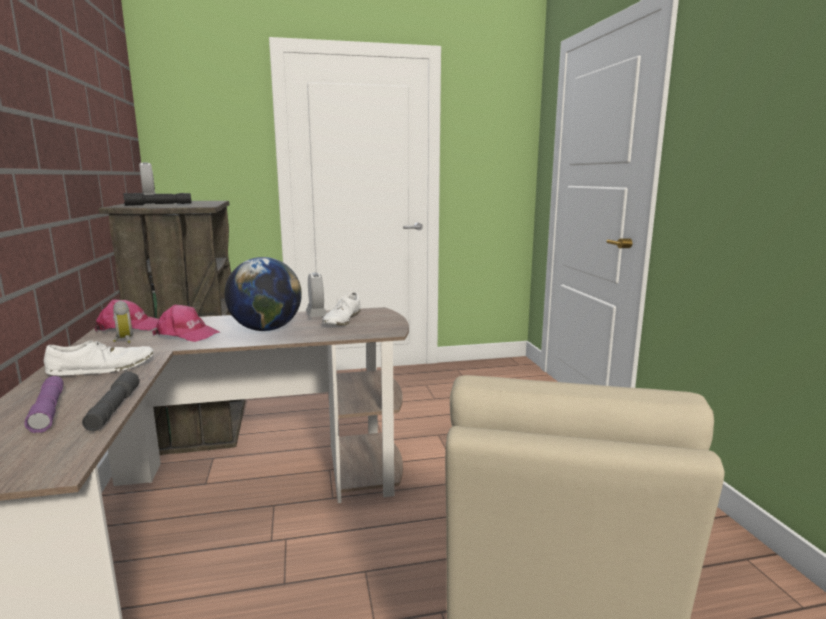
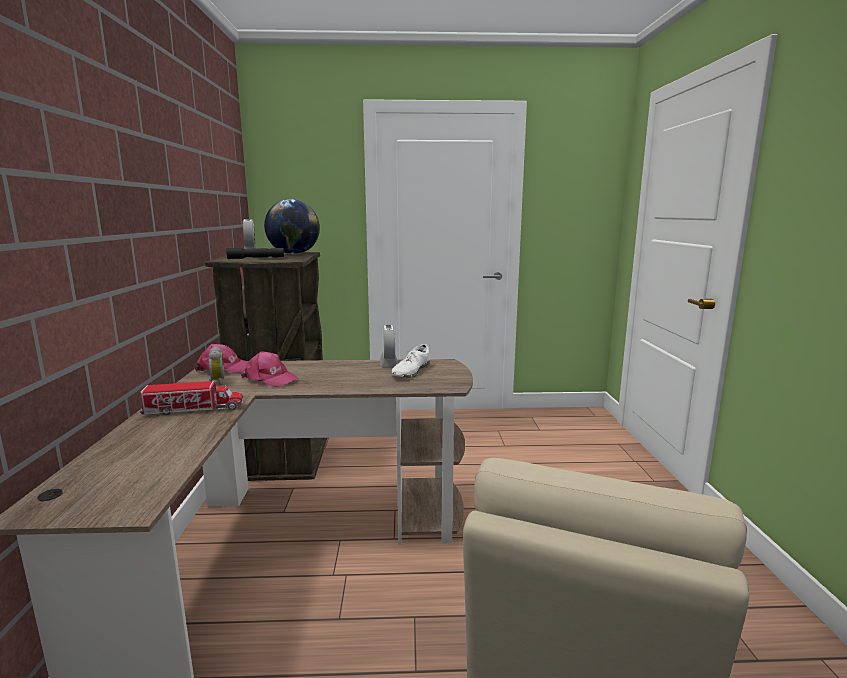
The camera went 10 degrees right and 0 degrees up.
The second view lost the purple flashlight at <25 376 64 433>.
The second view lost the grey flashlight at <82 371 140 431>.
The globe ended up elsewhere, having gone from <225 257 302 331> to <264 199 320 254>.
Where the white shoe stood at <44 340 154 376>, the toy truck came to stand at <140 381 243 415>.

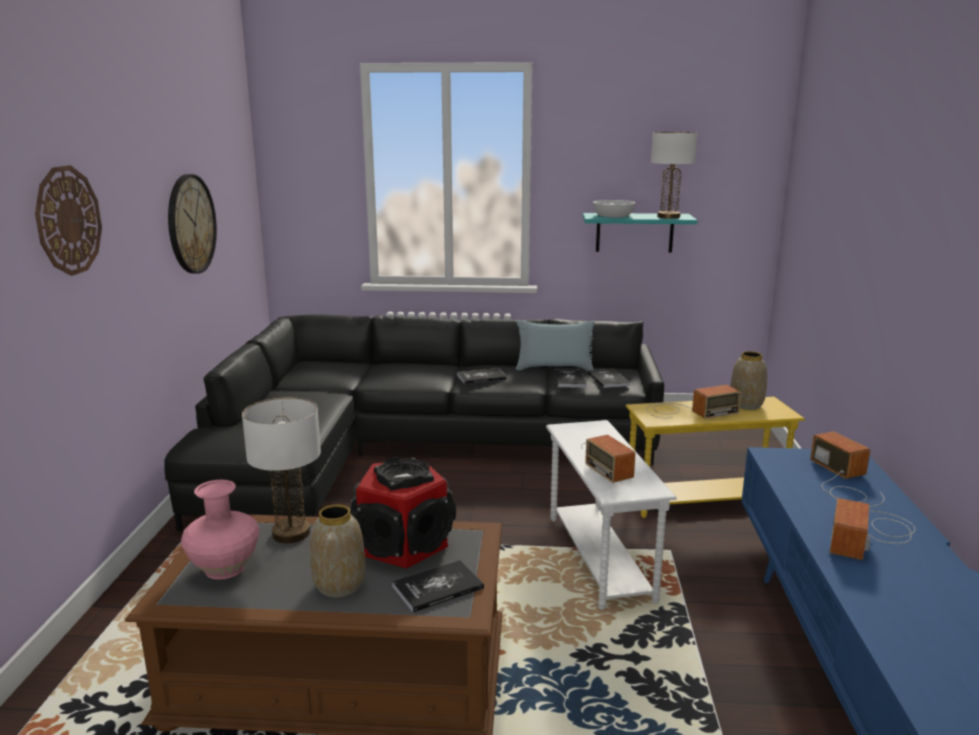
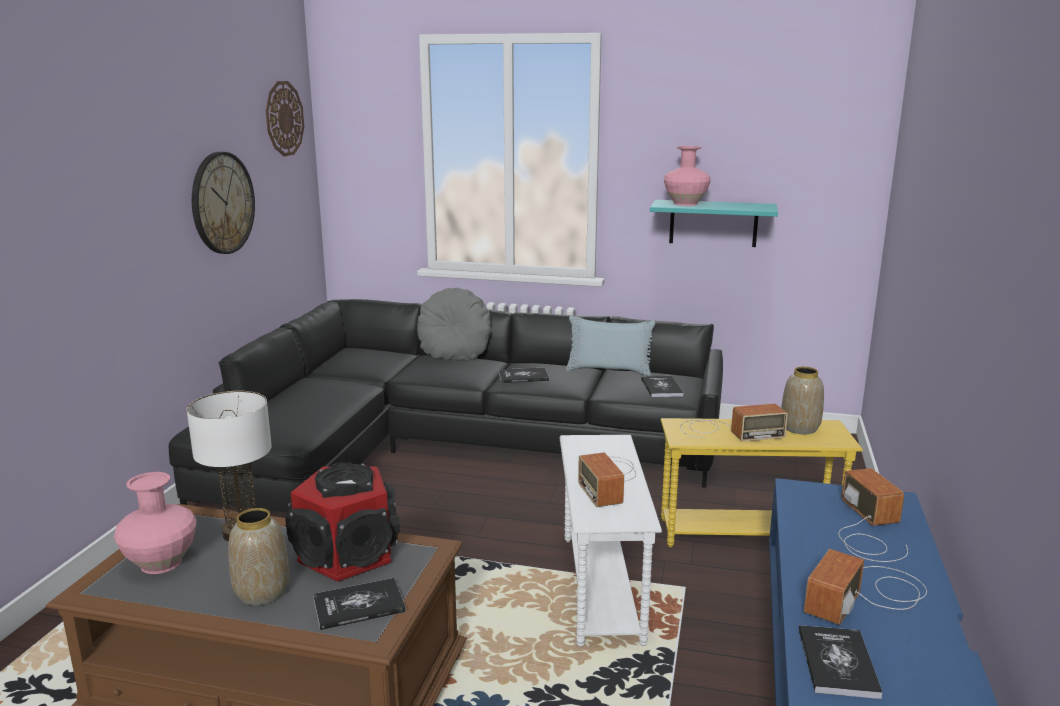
The camera went 10 degrees right and 0 degrees up.
The second view lost the table lamp at <651 132 697 219>.
The second view gained the grey pillow at <417 288 491 360>.
The wall clock ended up elsewhere, having gone from <35 165 102 276> to <266 81 304 156>.
The book ended up elsewhere, having gone from <553 370 587 388> to <799 625 883 699>.
Where the white bowl stood at <593 200 635 217>, the pink vase came to stand at <664 146 711 206>.

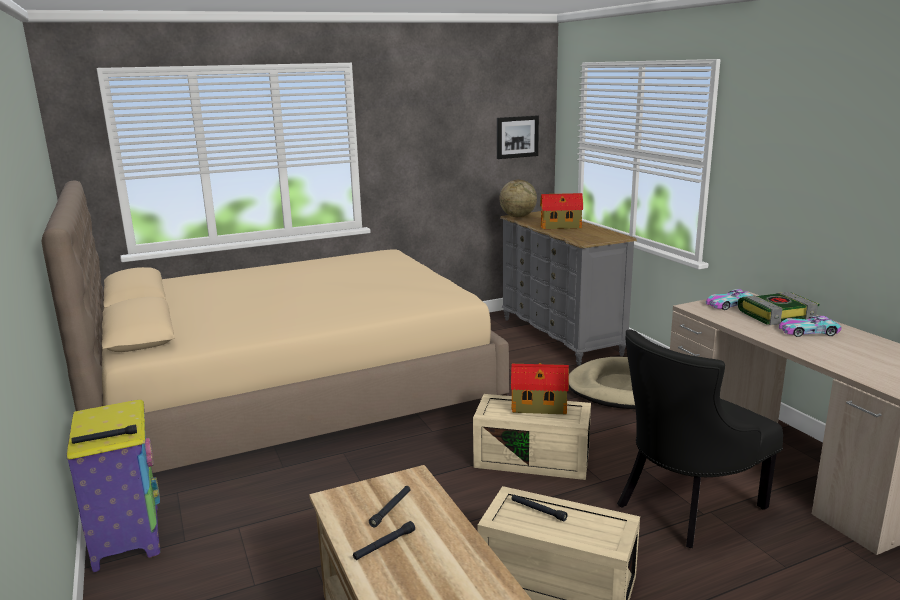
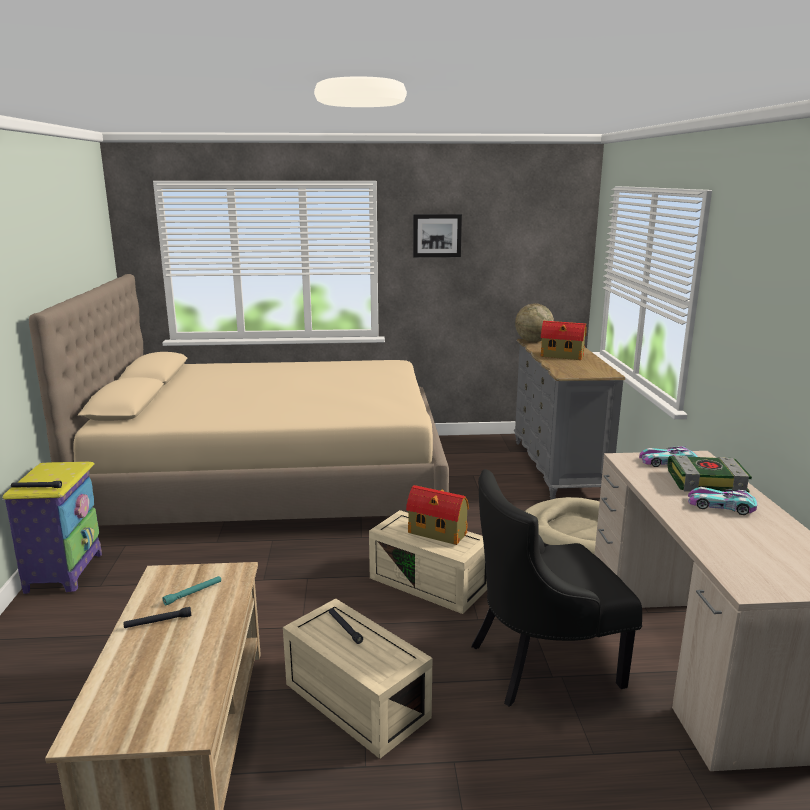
The camera went 20 degrees right and 0 degrees up.
The picture ended up elsewhere, having gone from <497 116 539 159> to <413 214 462 257>.
What was the black flashlight at <369 486 411 528> turned into the turquoise flashlight at <163 576 221 605>.

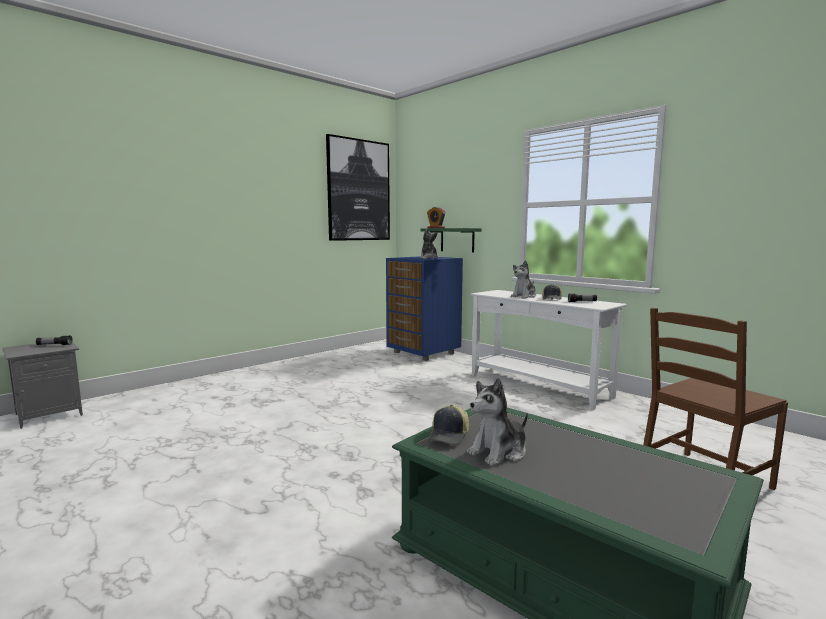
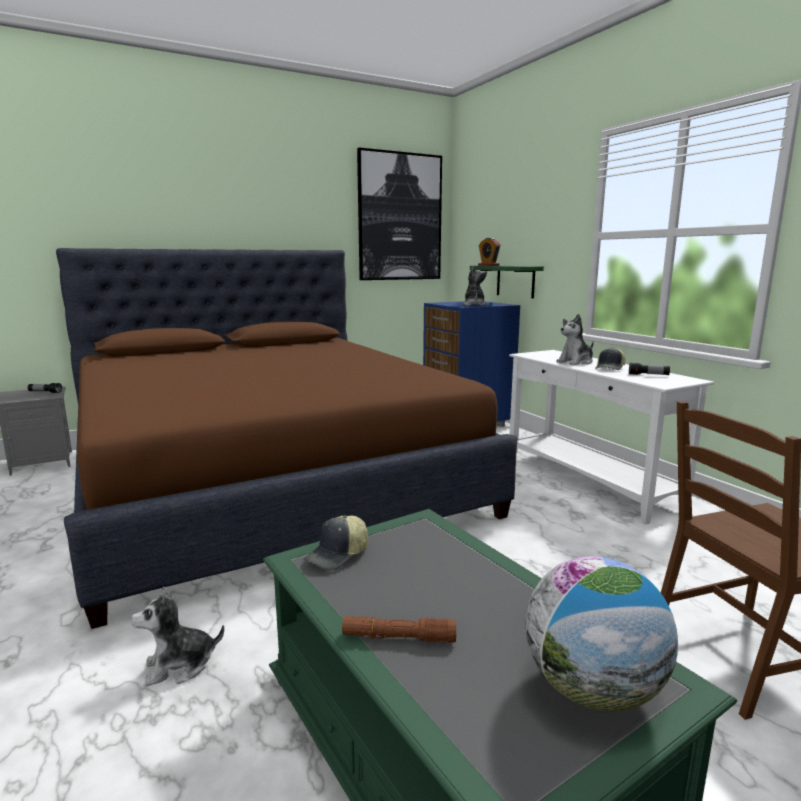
The camera went 15 degrees right and 5 degrees up.
The second view gained the brown bed at <56 248 518 629>.
The second view gained the brown flashlight at <342 616 456 643>.
The second view gained the globe at <526 556 678 712>.
The plush toy ended up elsewhere, having gone from <467 378 528 466> to <131 587 224 686>.

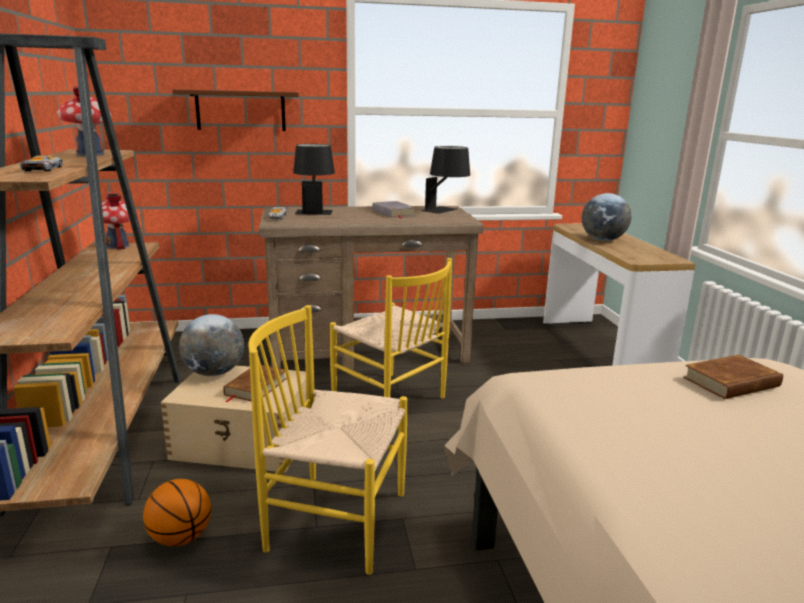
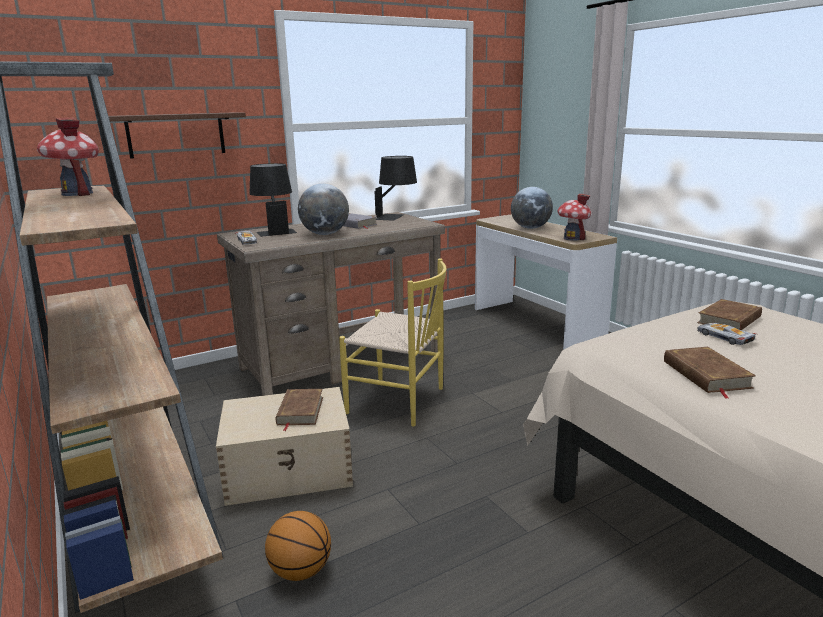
The camera went 20 degrees left and 0 degrees up.
The second view lost the yellow chair at <248 305 407 575>.
The second view gained the brown book at <664 347 756 399>.
The toy car ended up elsewhere, having gone from <16 155 63 171> to <697 323 756 345>.
The toy house ended up elsewhere, having gone from <91 192 130 250> to <558 193 591 241>.
The globe ended up elsewhere, having gone from <179 314 244 376> to <298 184 349 235>.

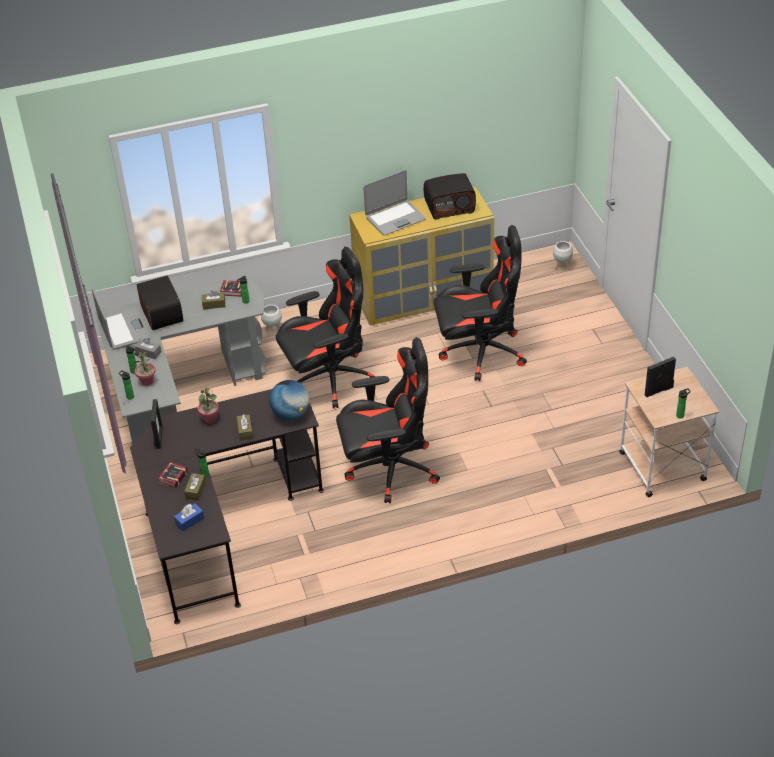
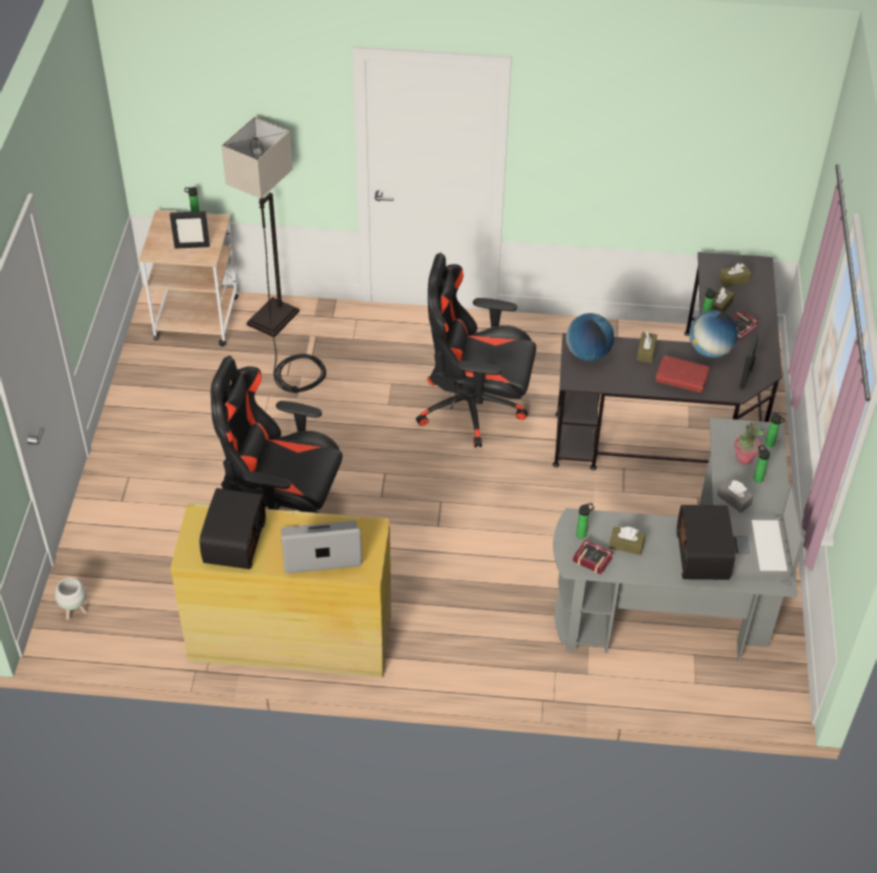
The camera went 160 degrees left and 5 degrees up.
The second view lost the white planter at <261 305 282 336>.
The second view lost the black office chair at <276 246 376 408>.
The second view gained the floor lamp at <222 117 326 395>.
The second view gained the globe at <689 310 738 358>.
Where the potted plant stood at <198 388 219 424>, the red book came to stand at <656 355 710 393>.
What was the blue tissue box at <174 504 204 531> turned into the brown tissue box at <718 263 751 288>.
The radio at <424 173 476 220> ended up facing another way, 90 degrees clockwise from before.

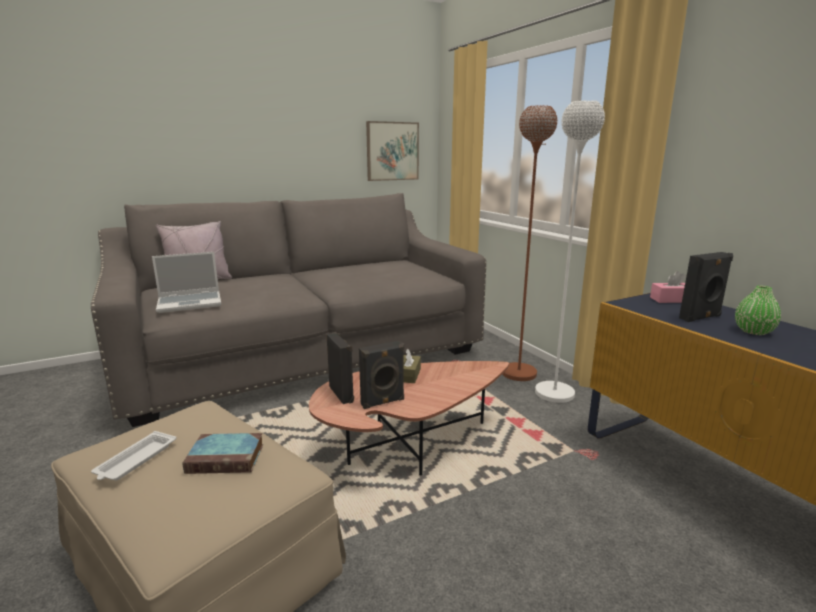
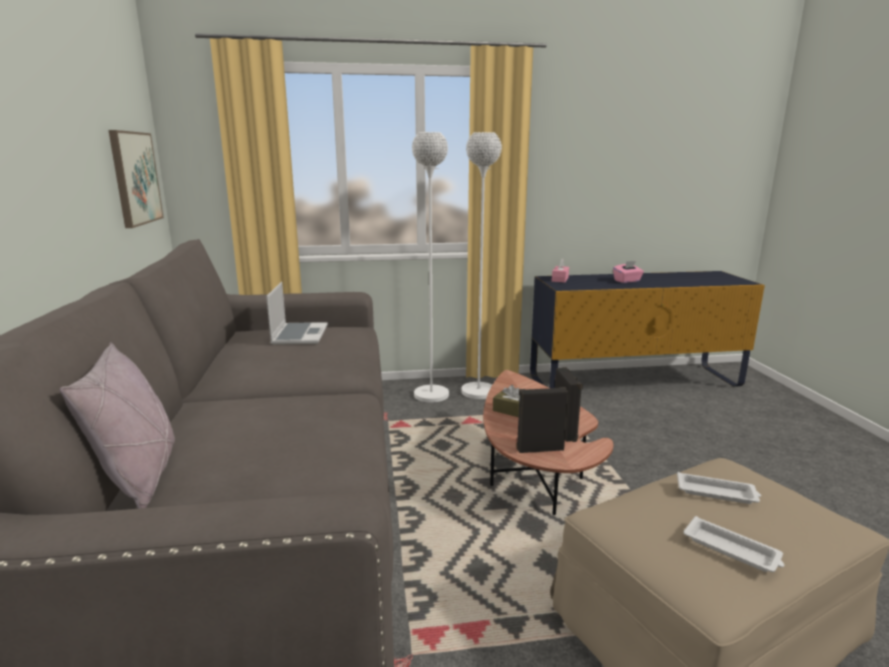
The camera went 70 degrees left and 0 degrees up.
The second view lost the black speaker at <679 252 733 322>.
The laptop ended up elsewhere, having gone from <152 252 221 313> to <266 282 328 345>.
Where the book stood at <182 433 264 474>, the white tray came to stand at <677 472 761 504>.
Where the green vase stood at <735 285 781 335>, the pink tissue box came to stand at <613 261 644 283>.
What was the brown floor lamp at <502 105 557 381> turned into the white floor lamp at <412 132 449 403>.

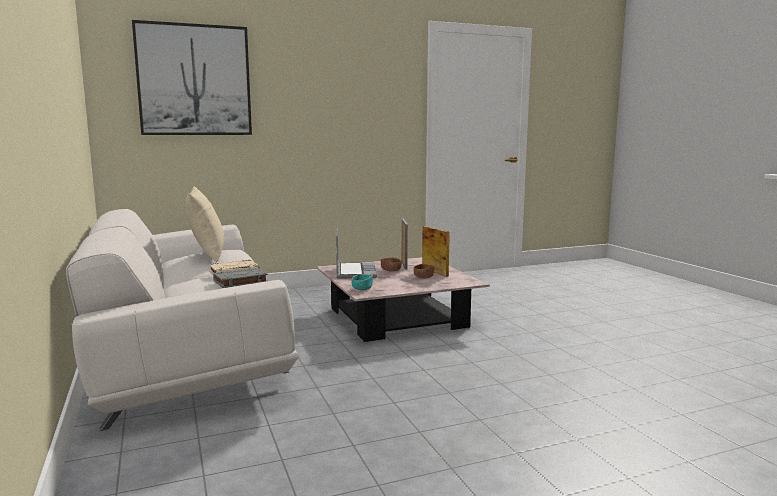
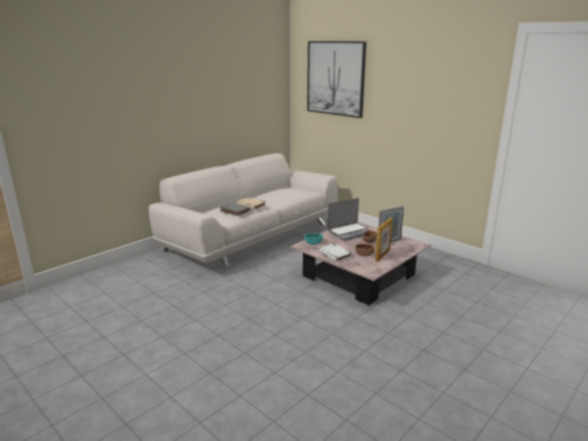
The camera went 65 degrees right and 10 degrees up.
The second view lost the beige pillow at <186 187 224 262>.
The second view gained the white book at <319 243 352 262>.

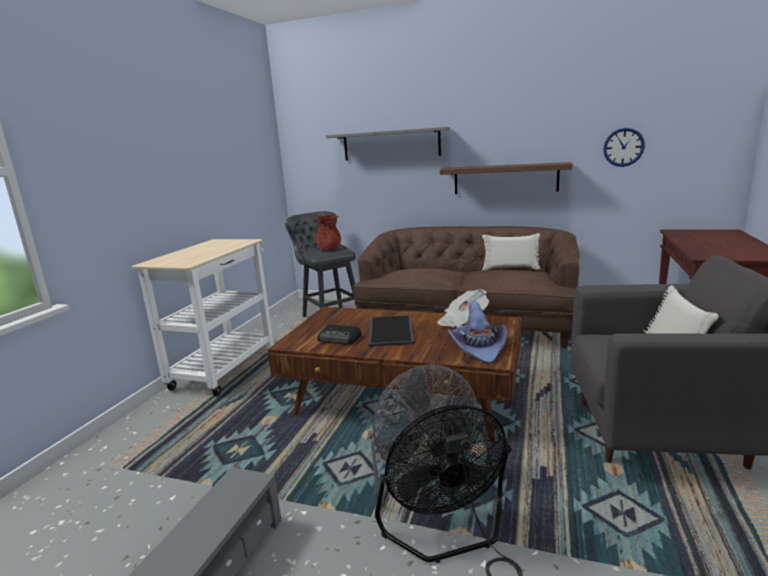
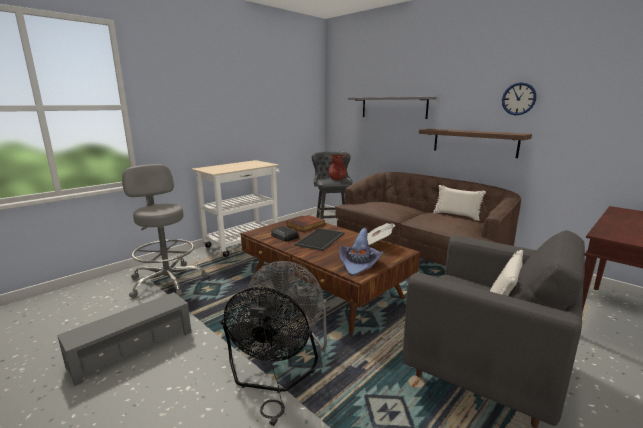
The camera went 25 degrees right and 0 degrees up.
The second view gained the grey stool at <122 164 209 299>.
The second view gained the book at <287 215 325 232>.
The wall clock ended up elsewhere, having gone from <603 128 645 167> to <502 82 536 115>.

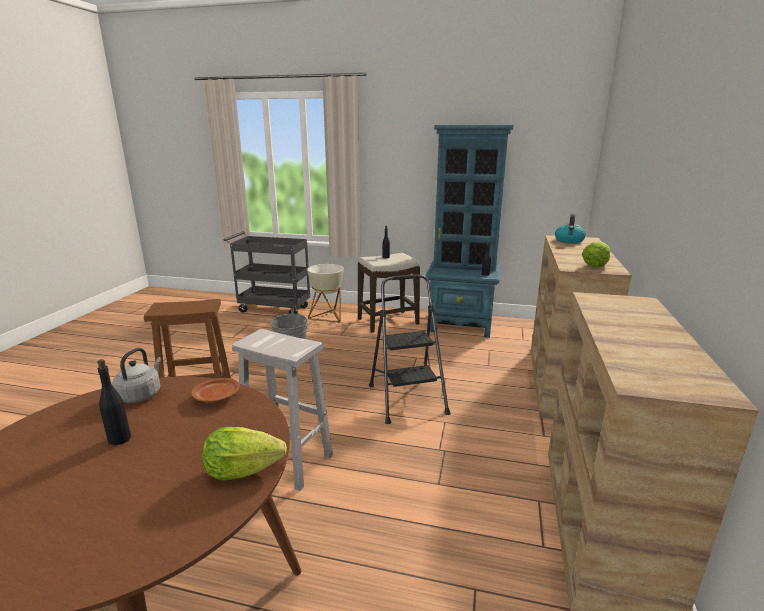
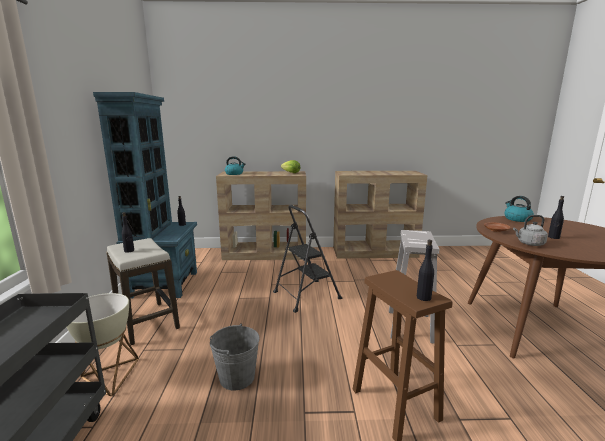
The camera went 105 degrees left and 5 degrees down.
The second view gained the black bottle at <417 240 434 301>.
Where the lettuce stood at <202 427 287 480>, the kettle came to stand at <505 196 534 222>.

